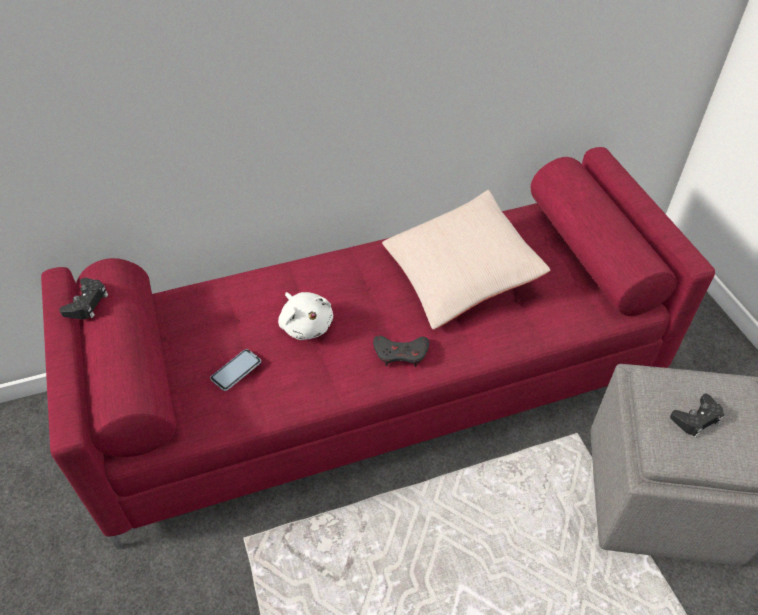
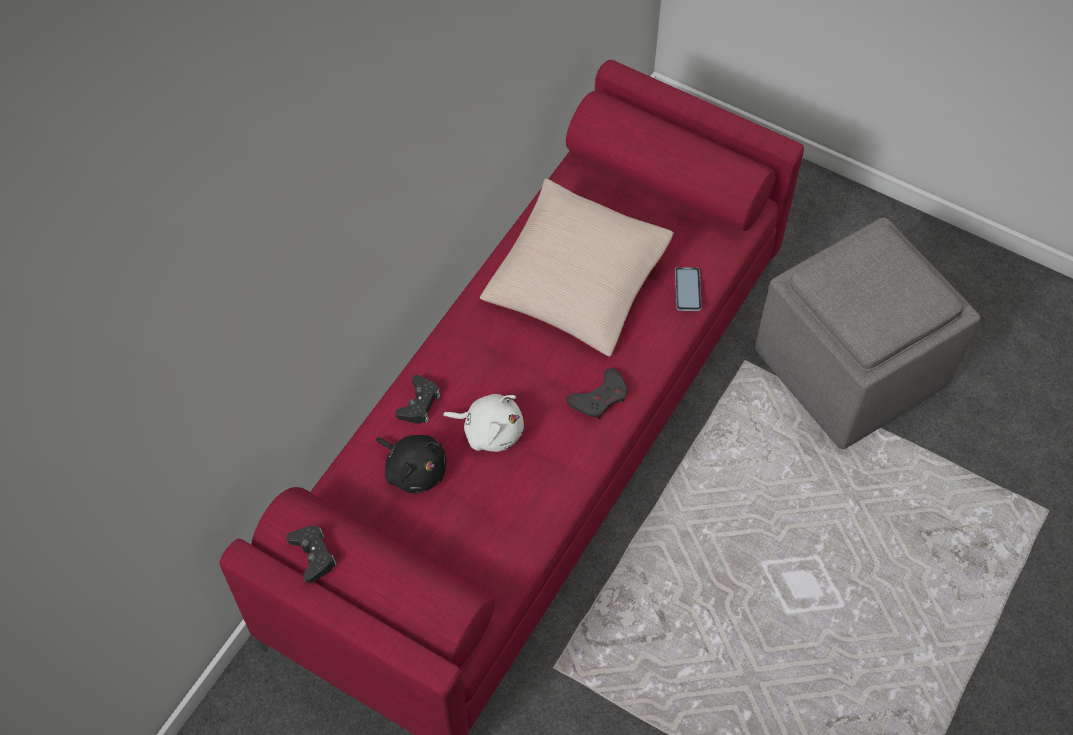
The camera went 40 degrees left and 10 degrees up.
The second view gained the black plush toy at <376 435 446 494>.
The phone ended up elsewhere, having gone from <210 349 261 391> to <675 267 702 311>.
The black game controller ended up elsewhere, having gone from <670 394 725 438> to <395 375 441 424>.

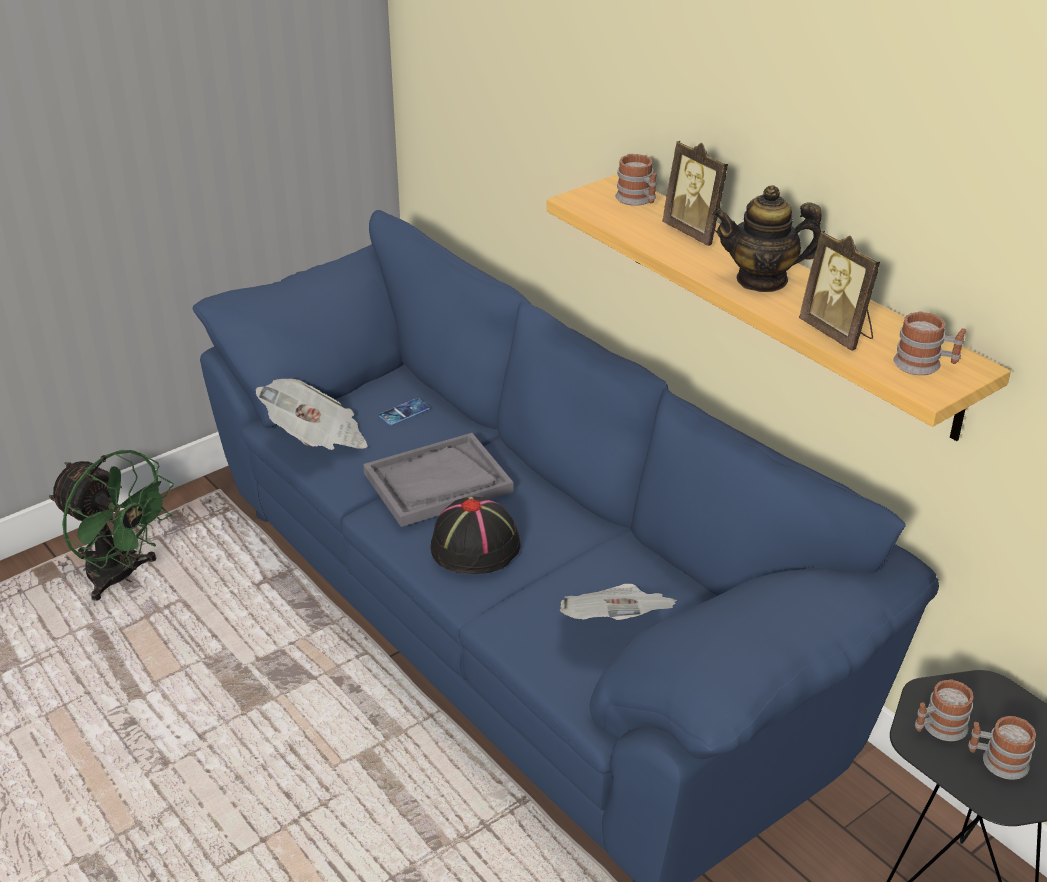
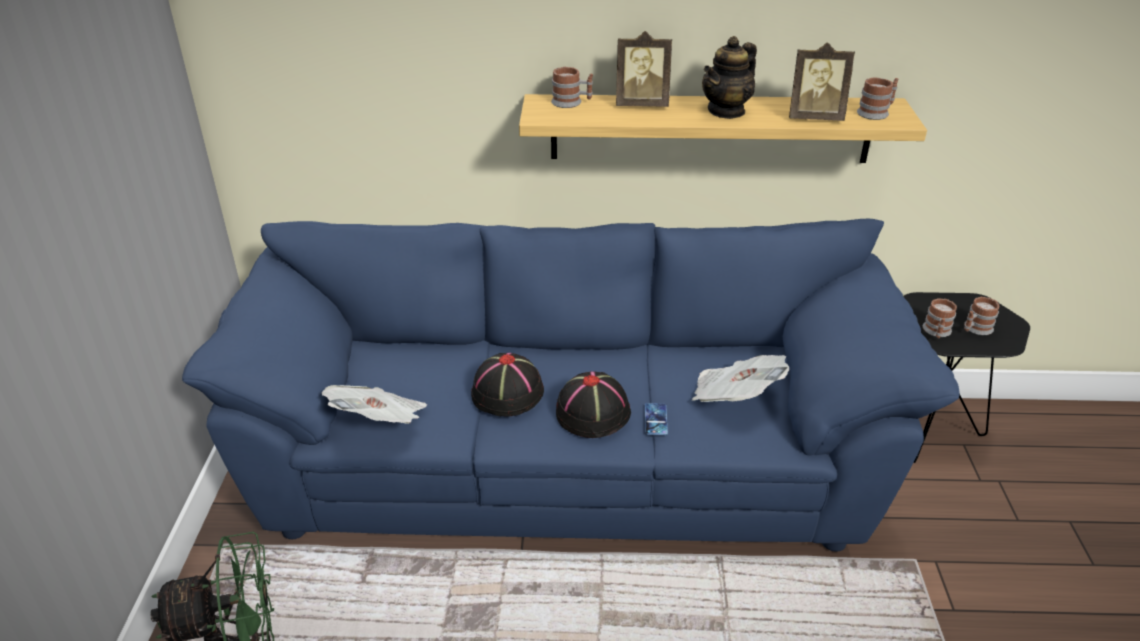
The camera went 50 degrees left and 0 degrees up.
The phone ended up elsewhere, having gone from <379 398 430 425> to <645 403 668 435>.
Where the grey tray stood at <363 433 514 527>, the black hat came to stand at <471 353 544 416>.

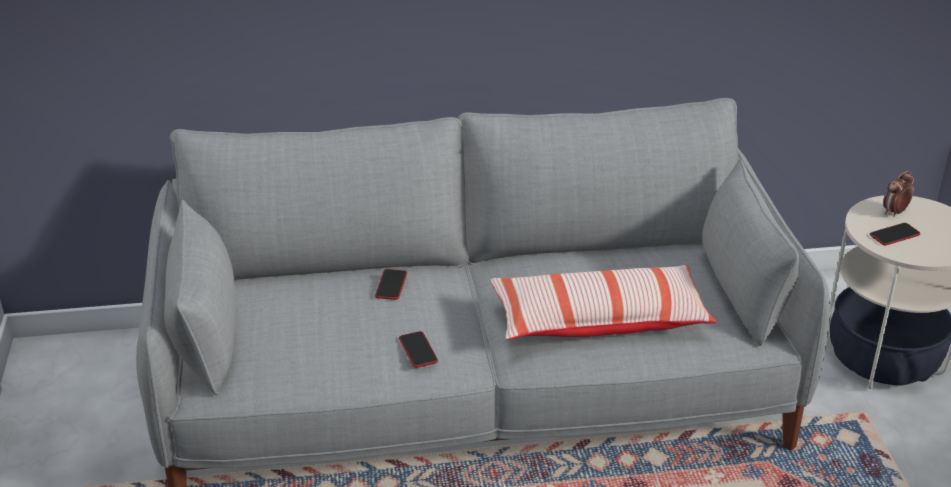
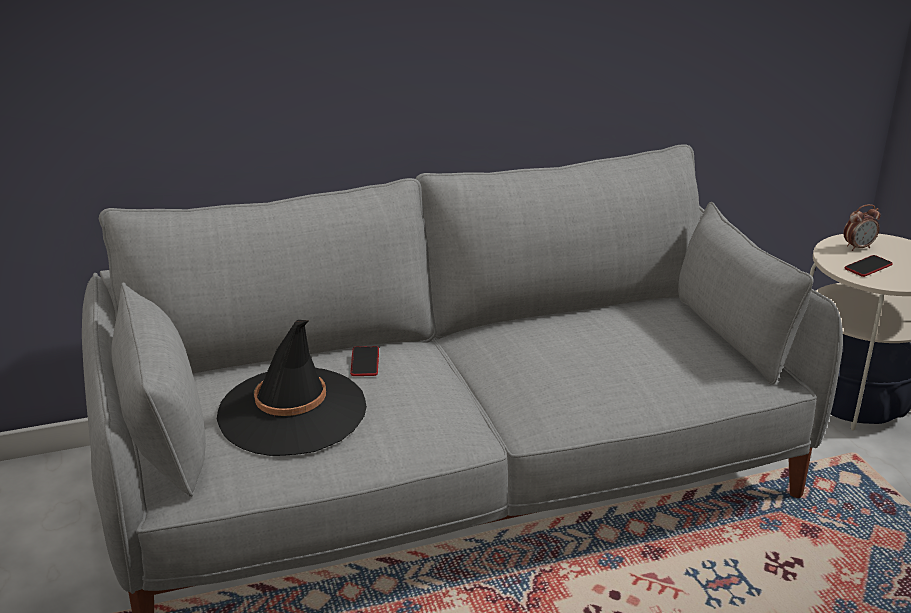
The camera went 10 degrees left and 5 degrees down.
The second view lost the phone at <399 331 438 368>.
The second view lost the pillow at <491 265 716 340>.
The second view gained the black hat at <217 320 367 456>.
The alarm clock at <883 171 914 217> ended up facing another way, 150 degrees counterclockwise from before.

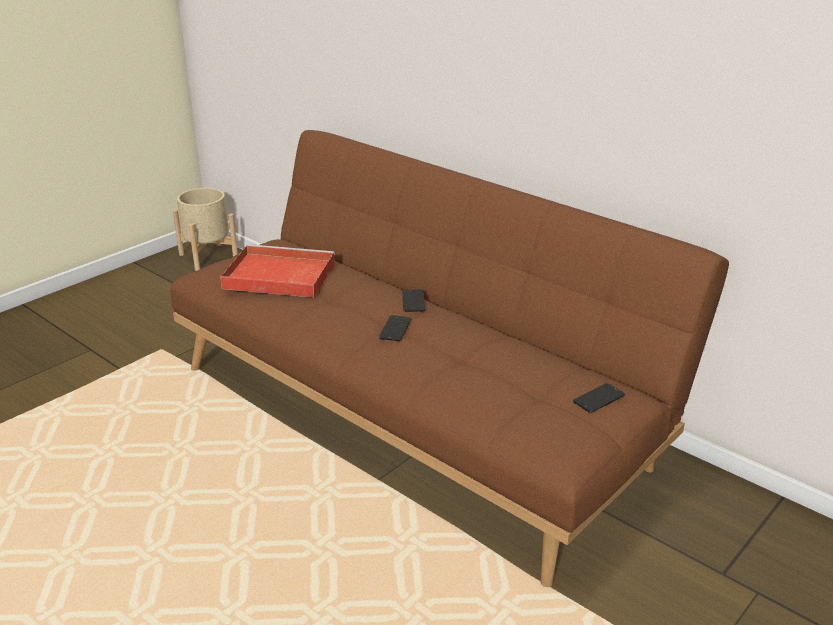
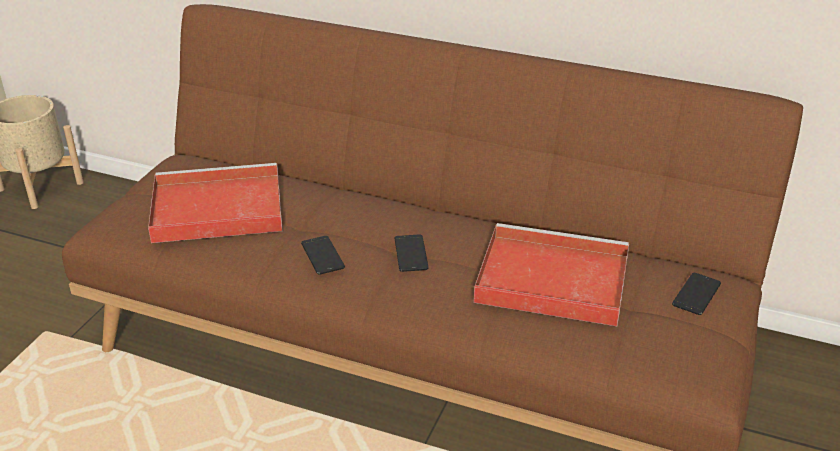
The camera went 20 degrees left and 5 degrees up.
The second view gained the red tray at <474 223 629 326>.
The phone ended up elsewhere, having gone from <402 289 425 312> to <301 236 345 275>.

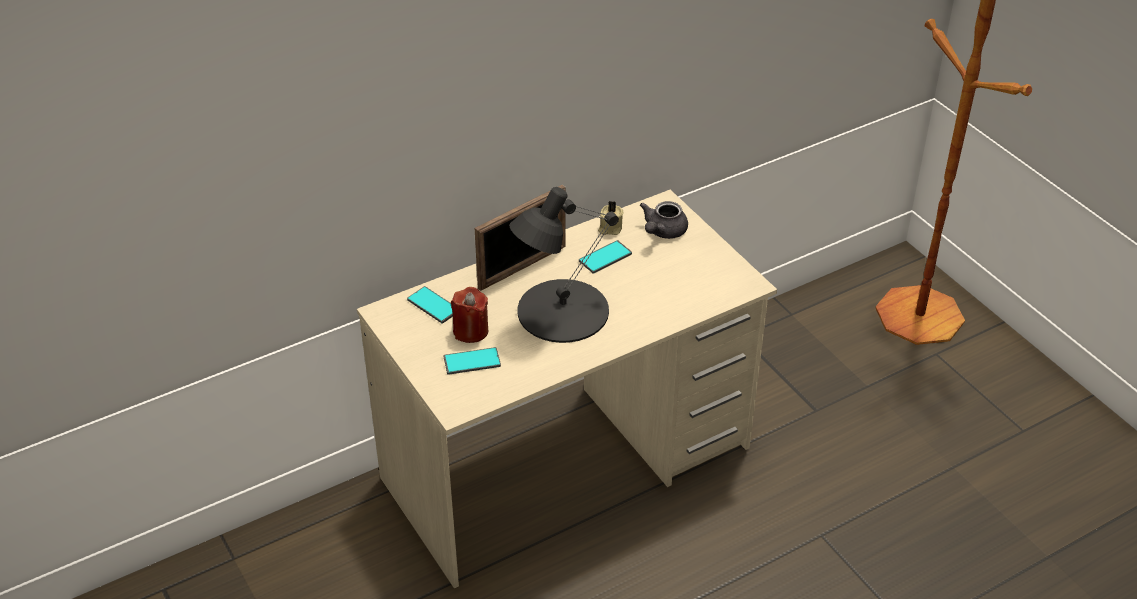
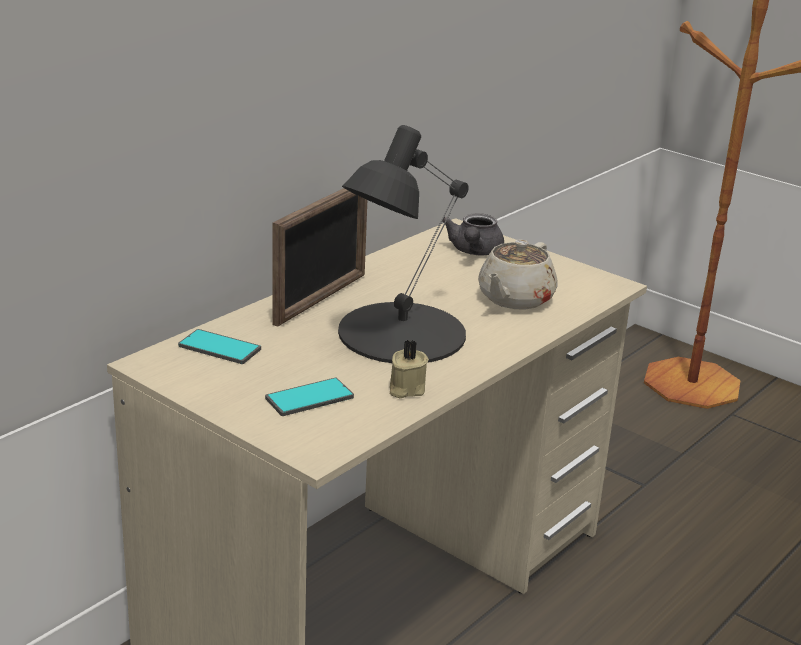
The camera went 20 degrees left and 15 degrees down.
The second view lost the red candle at <451 287 488 343>.
The second view lost the phone at <579 240 632 273>.
The second view gained the beige teapot at <478 240 558 309>.
The beige candle ended up elsewhere, having gone from <598 201 623 235> to <390 340 429 399>.

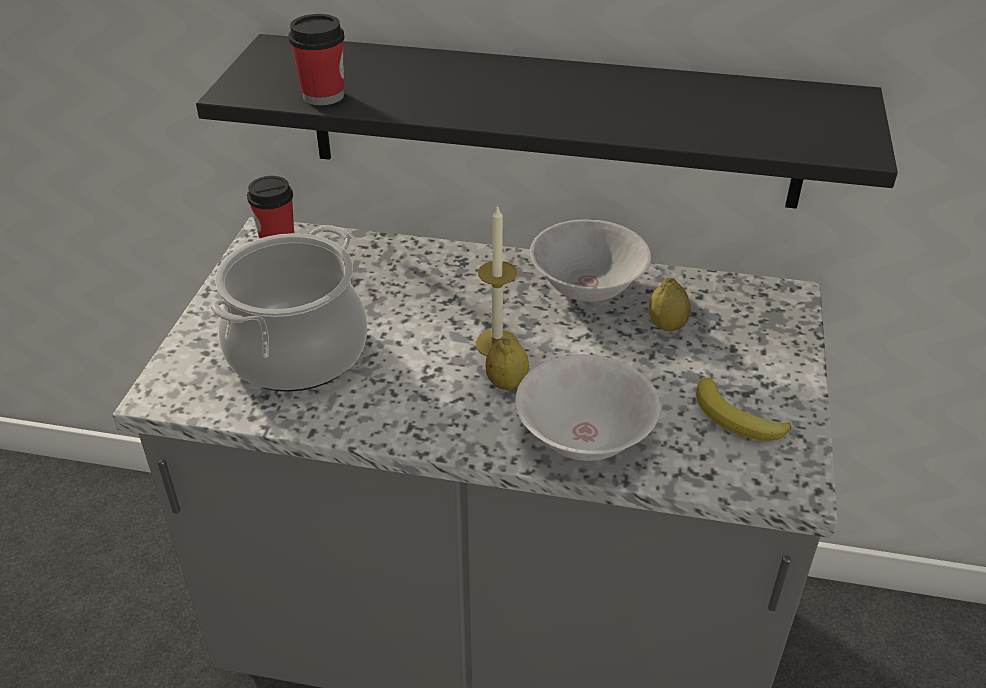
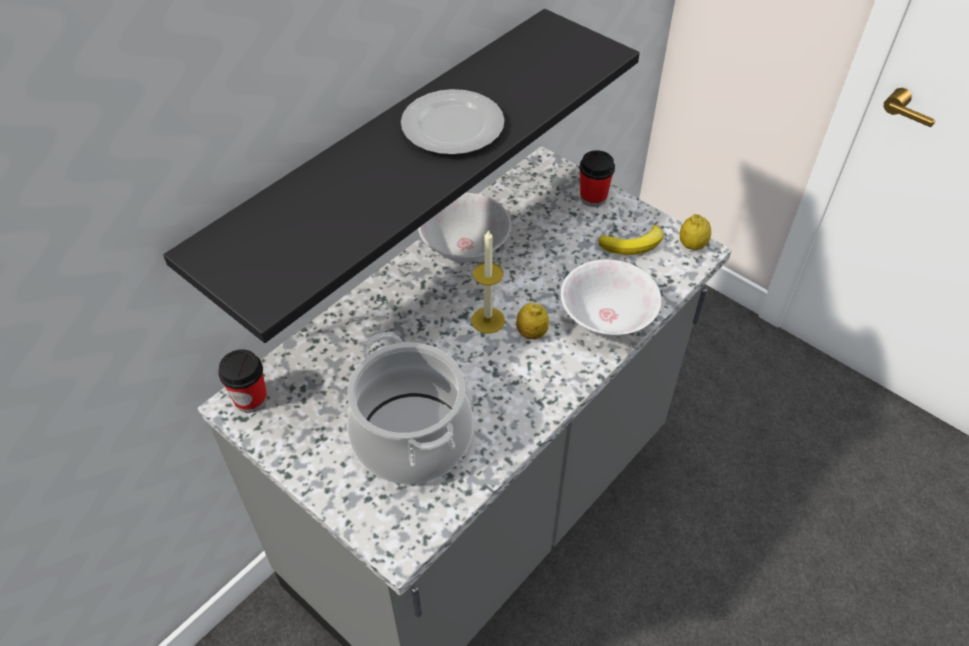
The camera went 60 degrees left and 10 degrees up.
The second view gained the plate at <401 89 505 155>.
The cup ended up elsewhere, having gone from <288 14 345 106> to <579 150 615 207>.
The lemon ended up elsewhere, having gone from <649 278 691 331> to <680 214 711 250>.

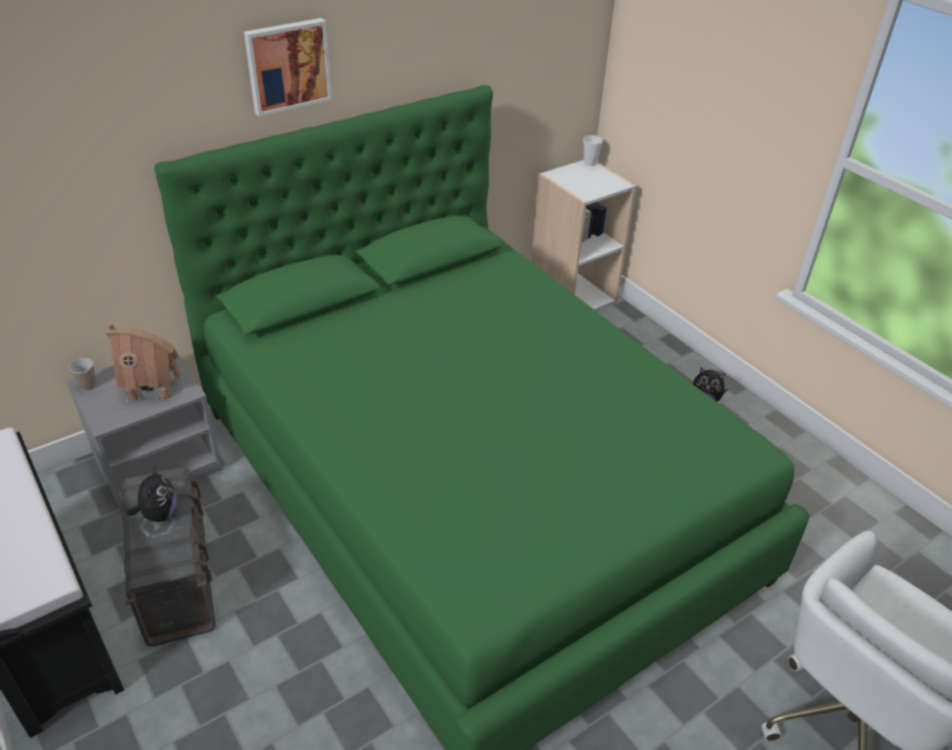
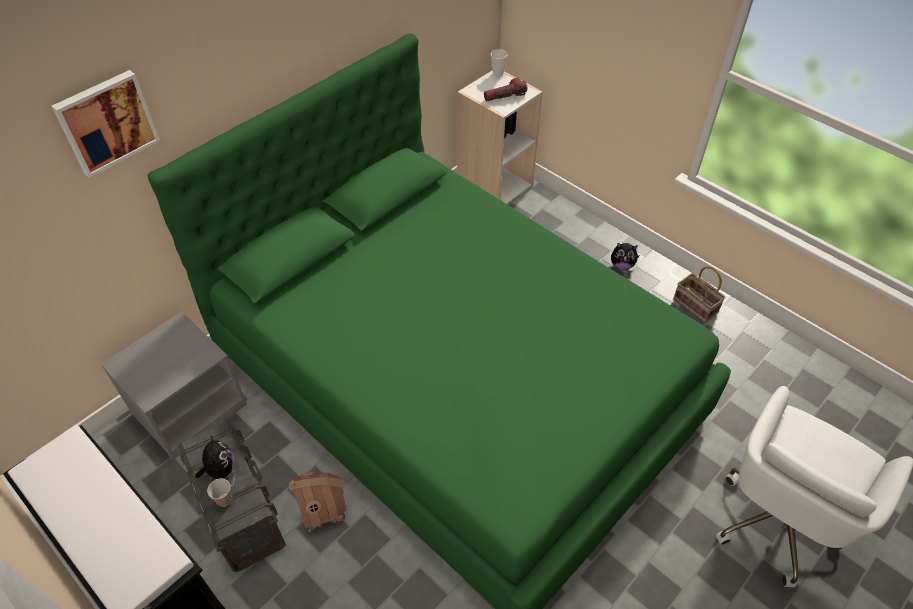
The camera went 10 degrees left and 10 degrees up.
The second view gained the flashlight at <484 78 527 101>.
The second view gained the basket at <673 266 726 323>.
The cup ended up elsewhere, having gone from <69 358 96 391> to <207 479 232 507>.
The toy house ended up elsewhere, having gone from <106 323 181 402> to <289 472 348 532>.
The picture ended up elsewhere, having gone from <244 18 332 117> to <51 70 160 178>.

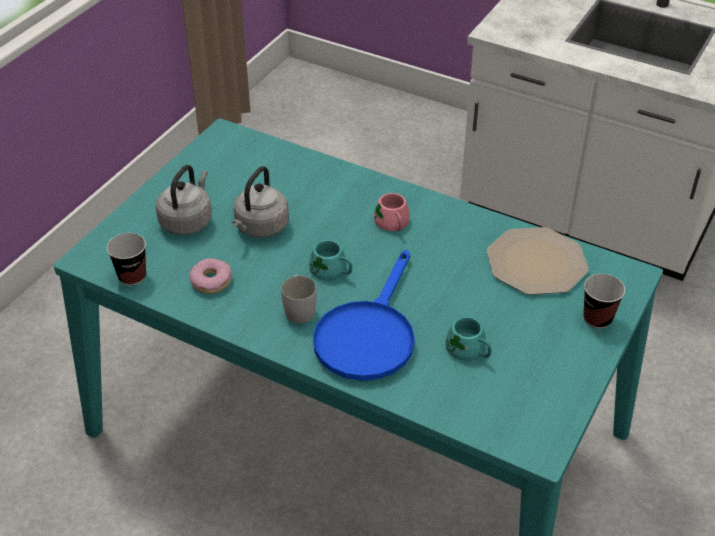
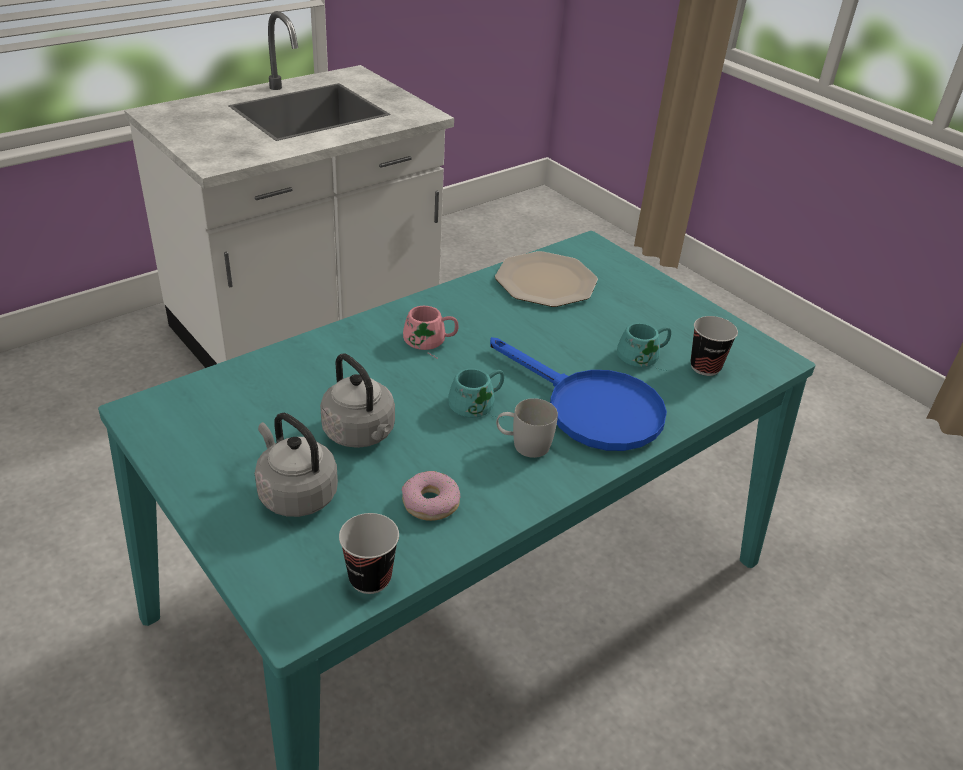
The camera went 70 degrees left and 5 degrees down.
The cup ended up elsewhere, having gone from <583 274 625 329> to <690 316 738 376>.

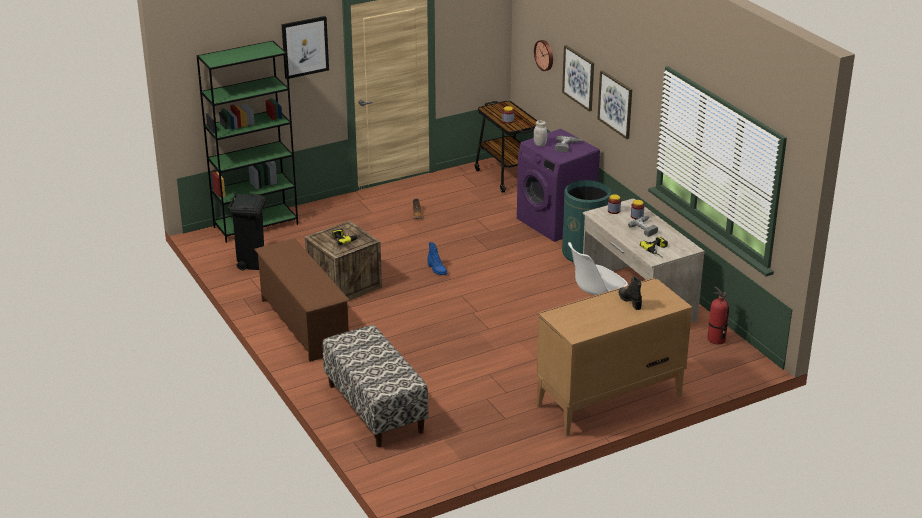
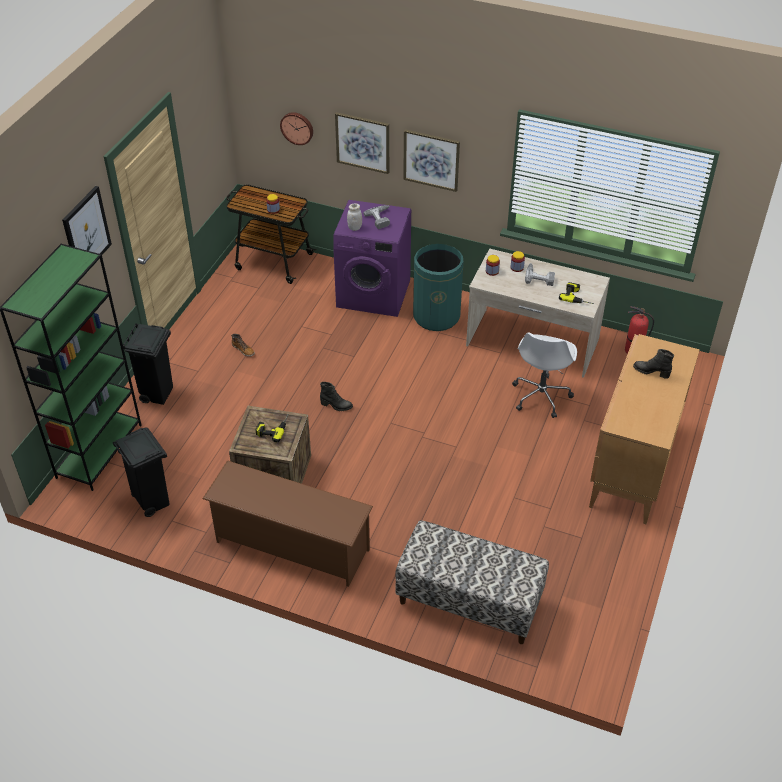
The camera went 40 degrees left and 15 degrees up.
The second view gained the black trash can at <123 323 173 405>.
What was the blue boot at <427 242 447 275> turned into the black boot at <320 382 353 411>.

